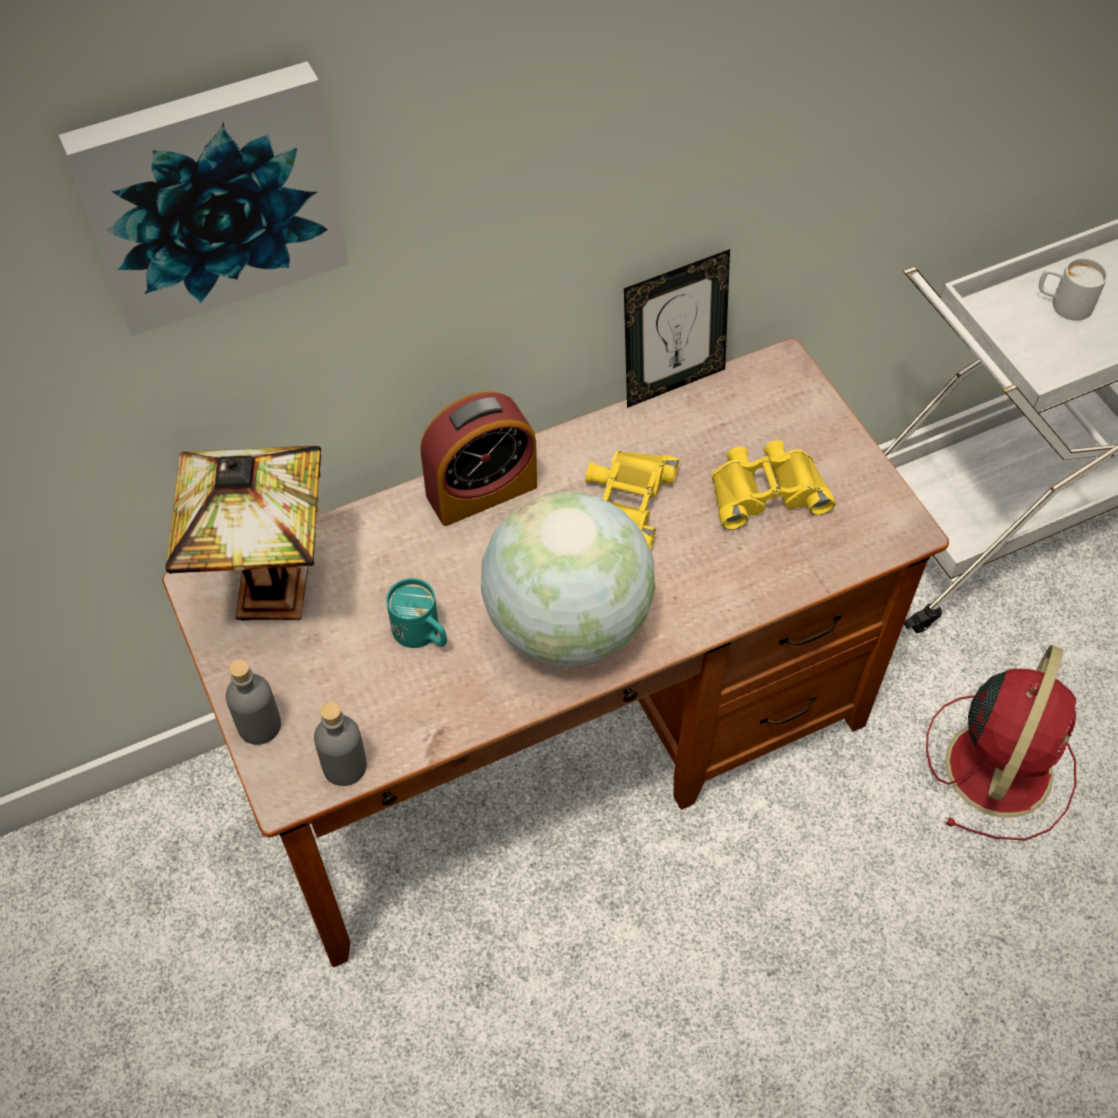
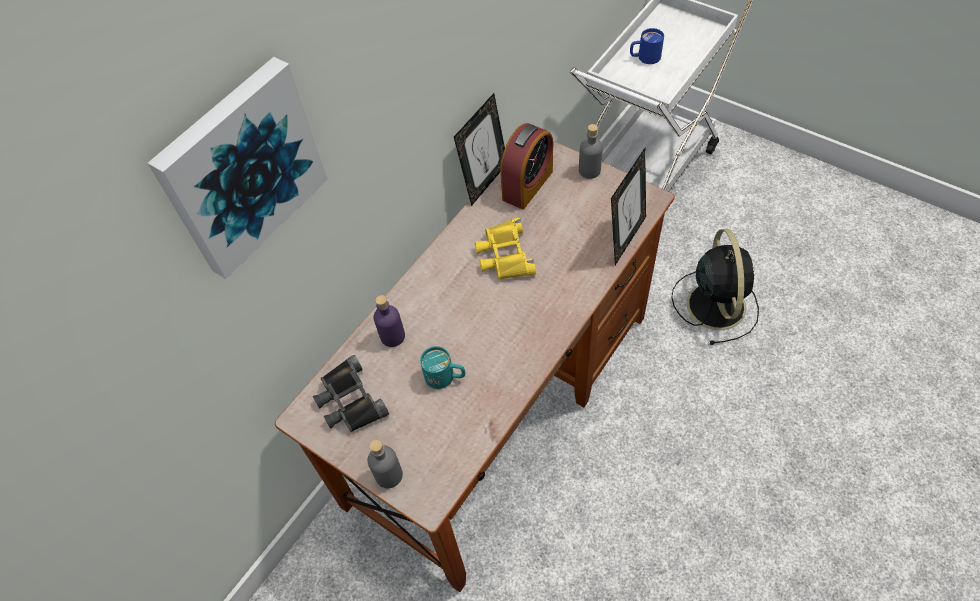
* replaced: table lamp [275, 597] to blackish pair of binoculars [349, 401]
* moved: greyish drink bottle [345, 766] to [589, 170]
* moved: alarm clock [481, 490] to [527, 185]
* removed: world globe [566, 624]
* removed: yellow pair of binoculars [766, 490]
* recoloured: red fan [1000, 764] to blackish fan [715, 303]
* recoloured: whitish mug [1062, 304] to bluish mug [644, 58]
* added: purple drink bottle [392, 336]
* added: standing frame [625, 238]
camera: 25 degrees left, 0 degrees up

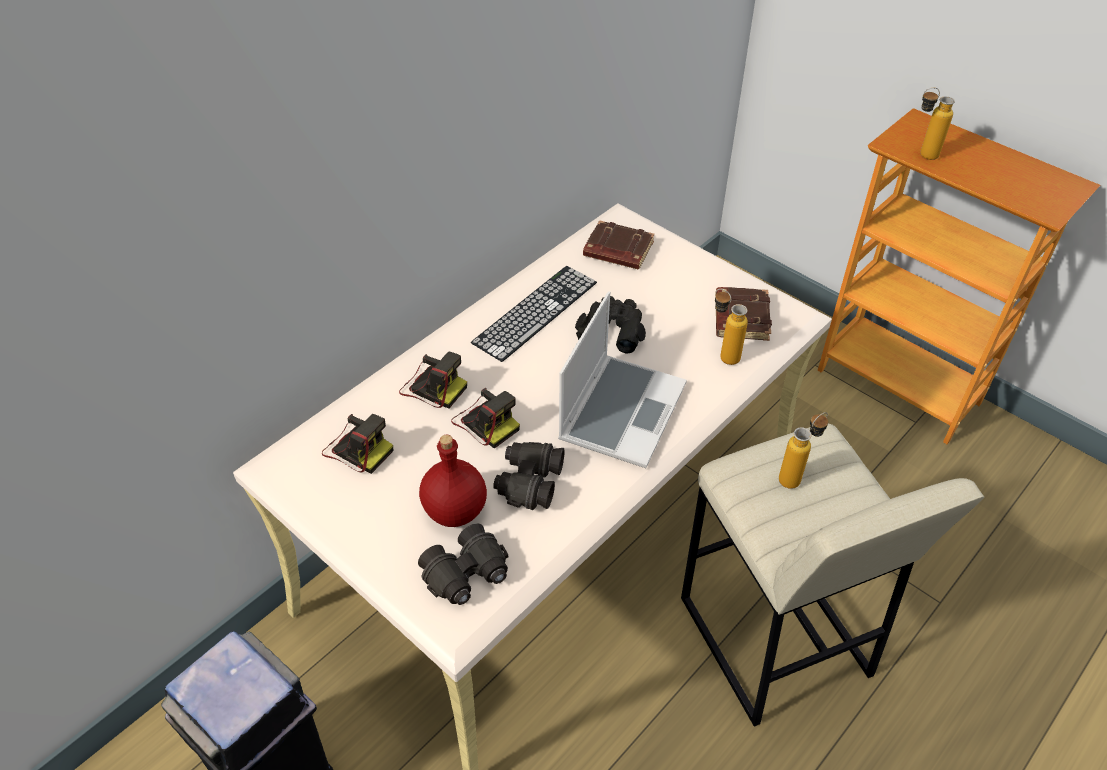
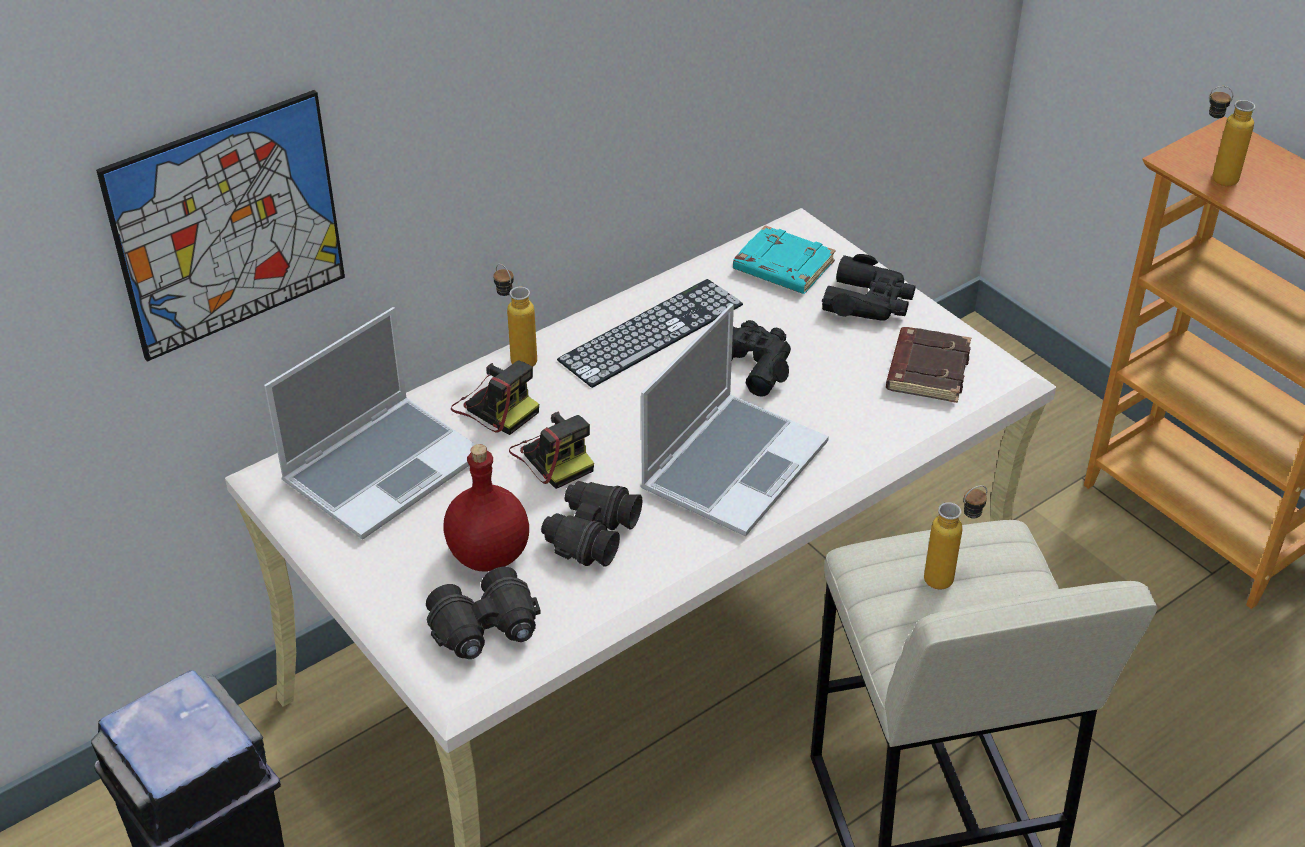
* replaced: still camera [358, 448] to laptop [383, 467]
* recoloured: brown bound book [617, 250] to turquoise bound book [781, 267]
* moved: drink bottle [722, 355] to [517, 356]
* added: wall art [228, 226]
* added: blackish pair of binoculars [869, 301]
camera: 10 degrees right, 5 degrees down

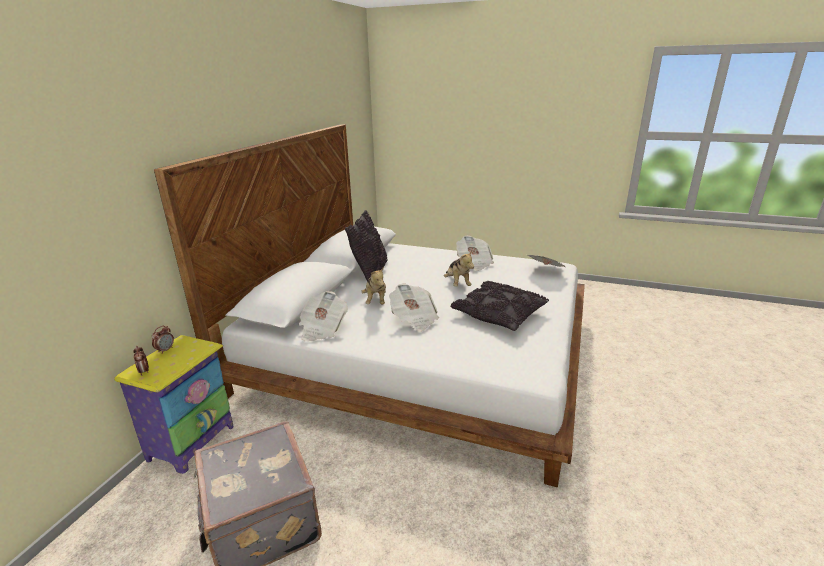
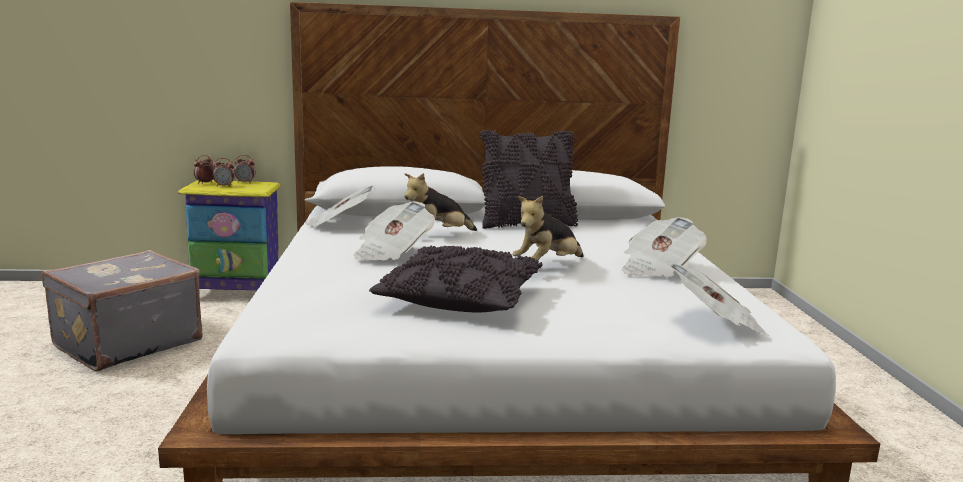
* added: alarm clock [224, 186]
camera: 65 degrees right, 10 degrees down

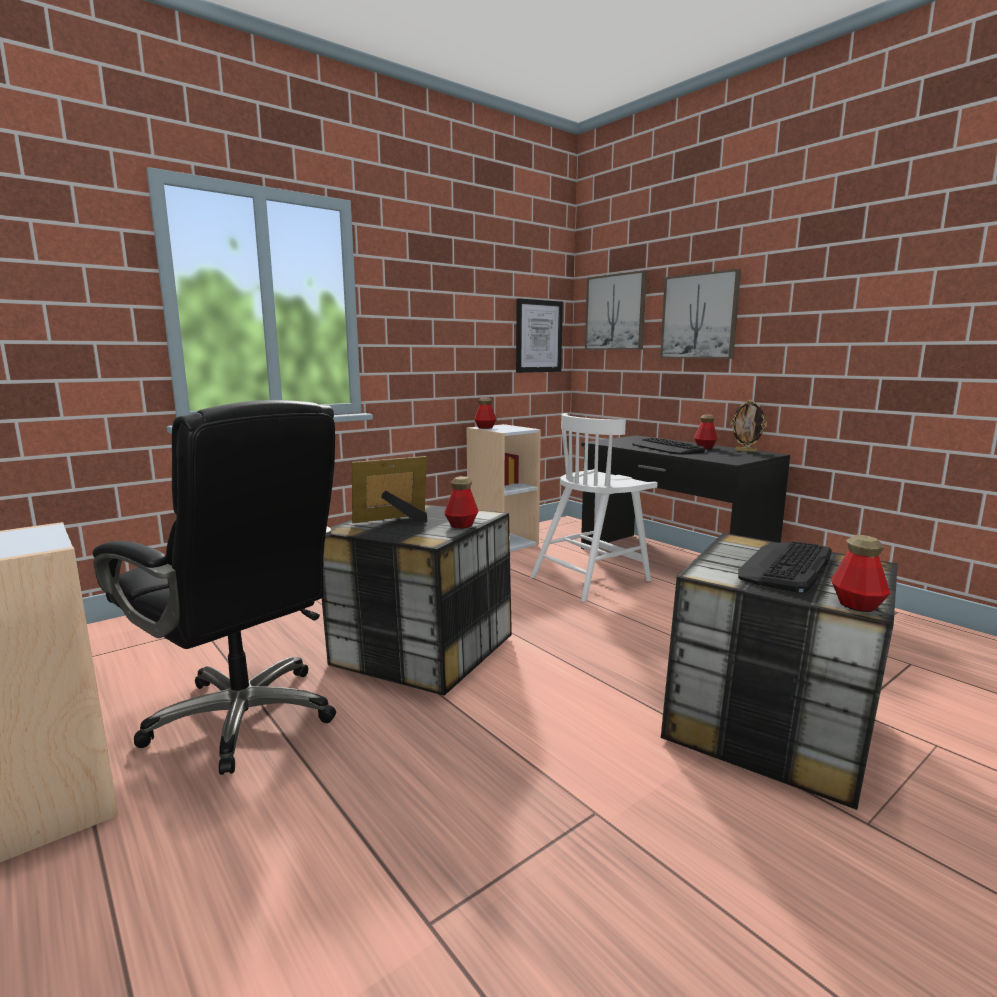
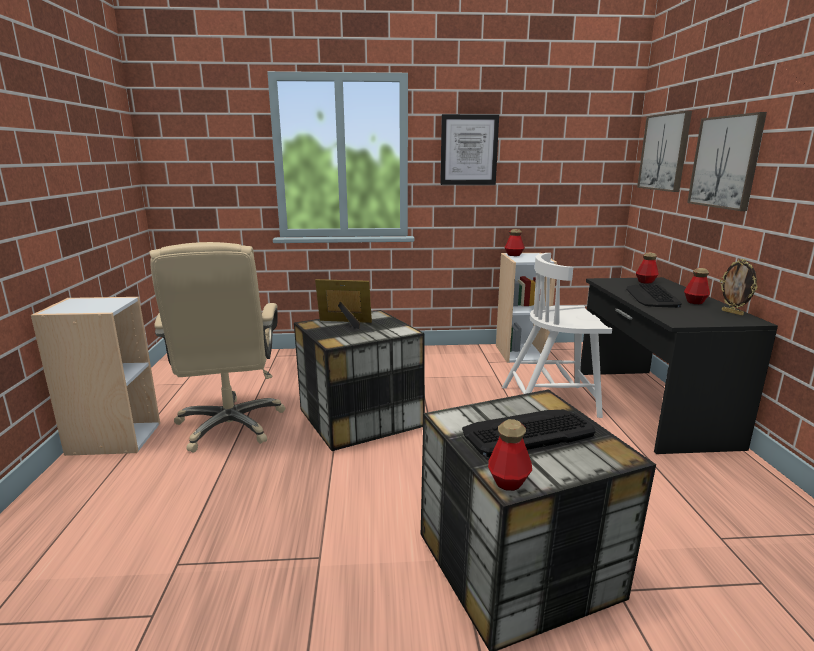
* recoloured: blackish office chair [240, 715] to beige office chair [230, 423]
* moved: drink bottle [461, 525] to [645, 282]
* moved: wall art [538, 336] to [469, 150]
camera: 35 degrees right, 5 degrees up

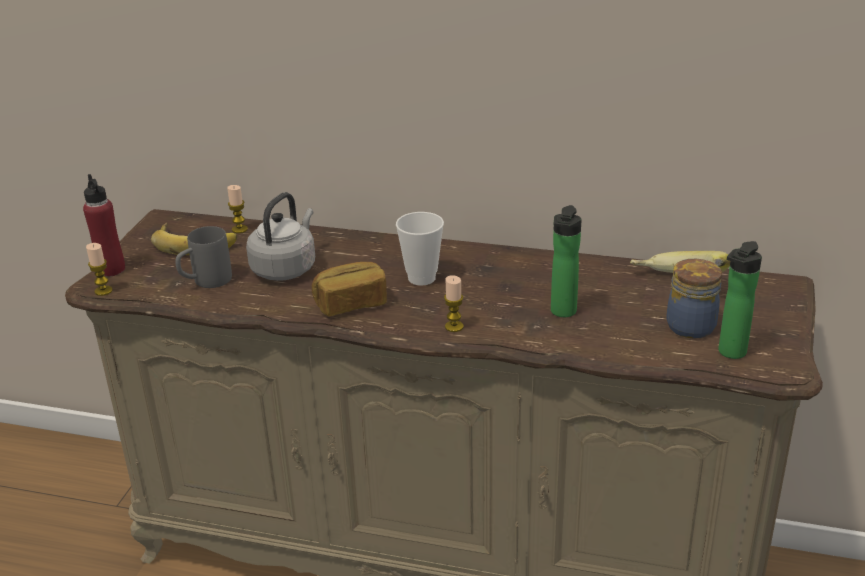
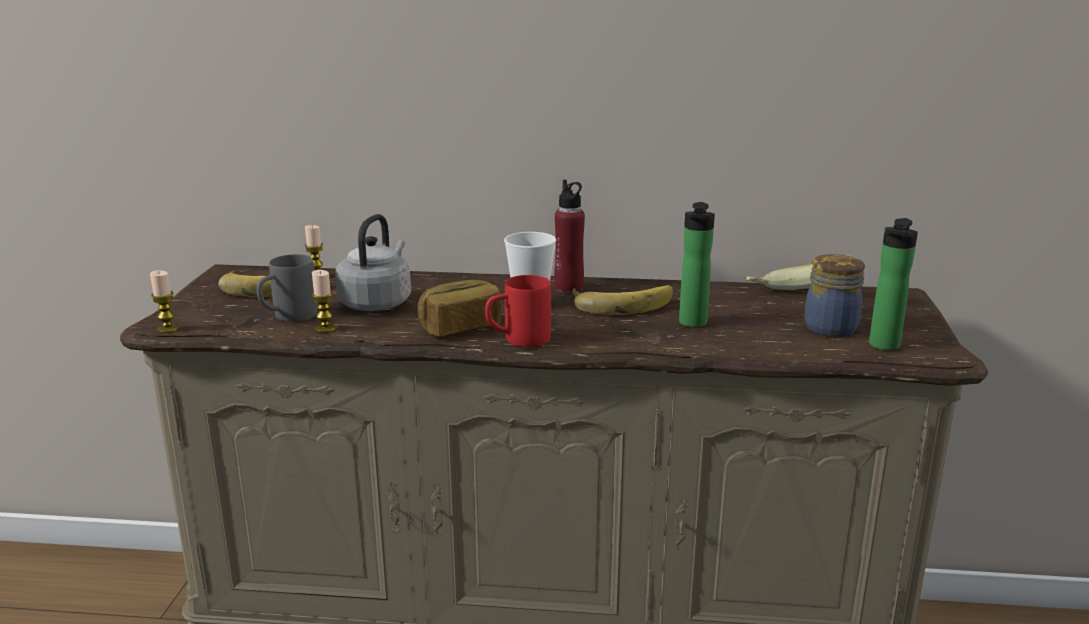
* moved: red drink bottle [111, 269] to [569, 287]
* moved: wax candle [454, 327] to [325, 329]
* added: red mug [518, 340]
* added: whole banana [621, 303]
camera: 10 degrees left, 10 degrees down

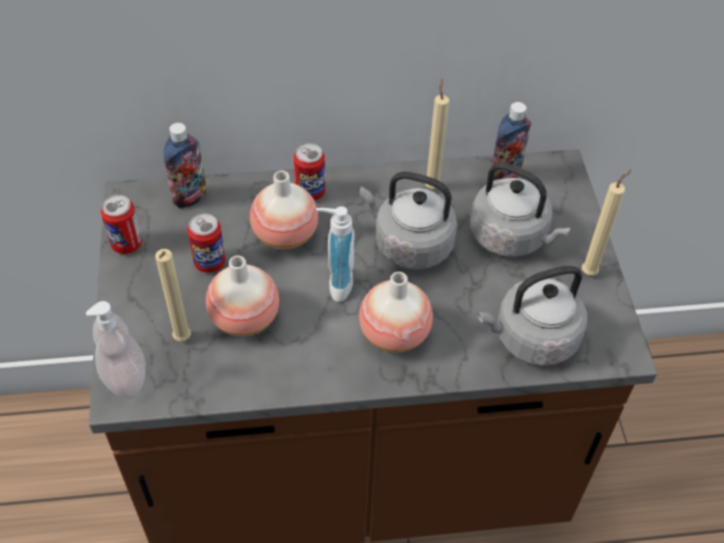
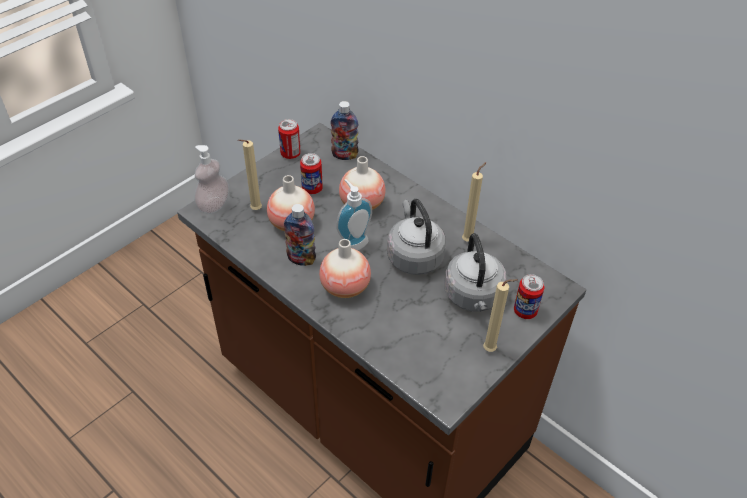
* moved: sealed can [310, 192] to [525, 311]
* removed: greyish water kettle [531, 339]
* moved: drink bottle [505, 176] to [301, 259]
camera: 50 degrees right, 5 degrees down

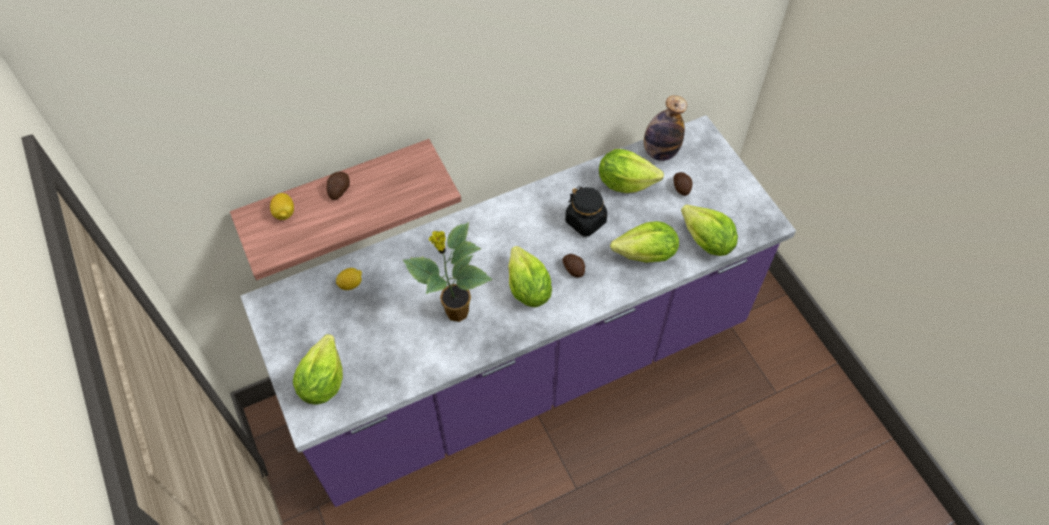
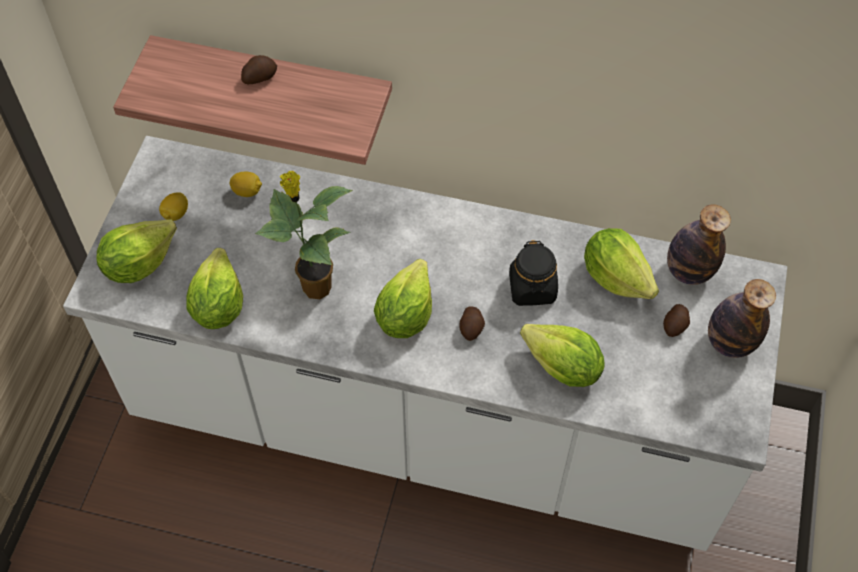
* recoloured: purple kitchen base unit [524, 366] to whitish kitchen base unit [429, 420]
* moved: lemon [284, 213] to [176, 214]
* moved: head of lettuce [706, 242] to [218, 305]
* added: drink bottle [730, 342]
camera: 40 degrees right, 0 degrees up

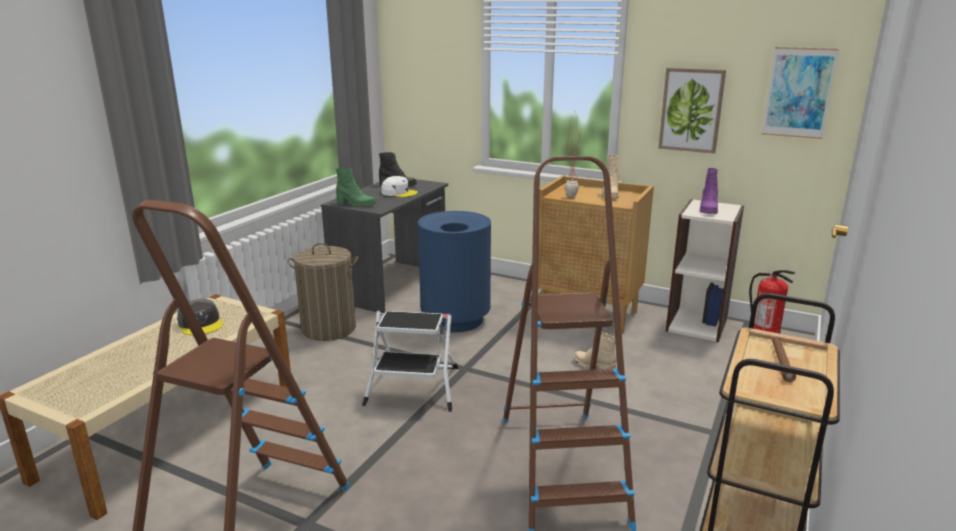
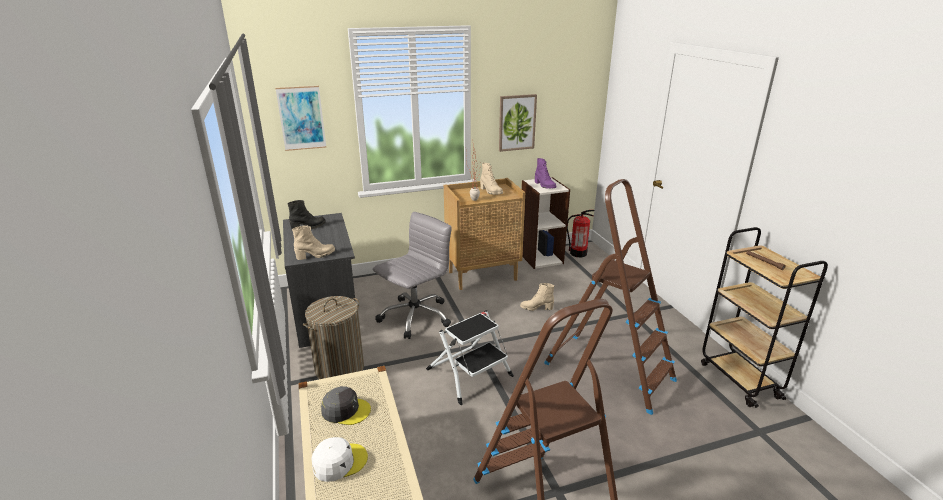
* recoloured: greenish tall boot [356, 204] to beige tall boot [316, 255]
* moved: whitish cap [399, 193] to [339, 462]
* replaced: bluish waste bin [456, 319] to greyish office chair [415, 316]
* moved: wall art [798, 93] to [301, 118]
camera: 45 degrees left, 5 degrees up

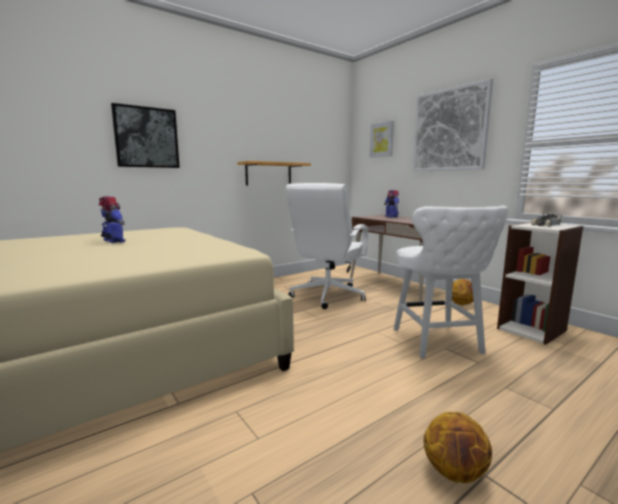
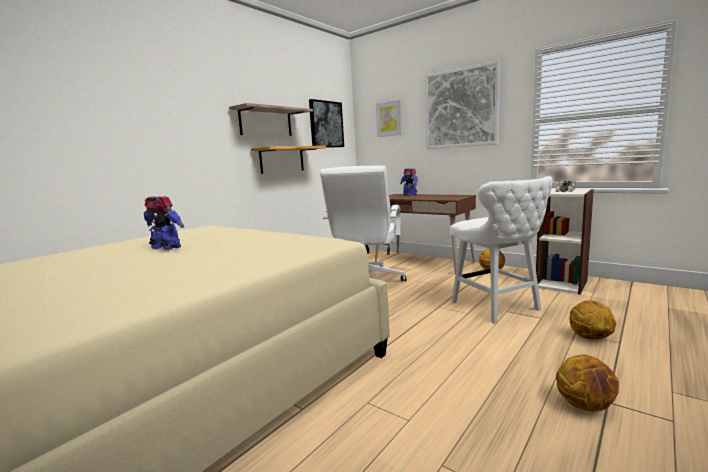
* moved: wall art [146, 137] to [326, 124]
* added: shelf [266, 122]
* added: basketball [589, 337]
camera: 15 degrees left, 0 degrees up

